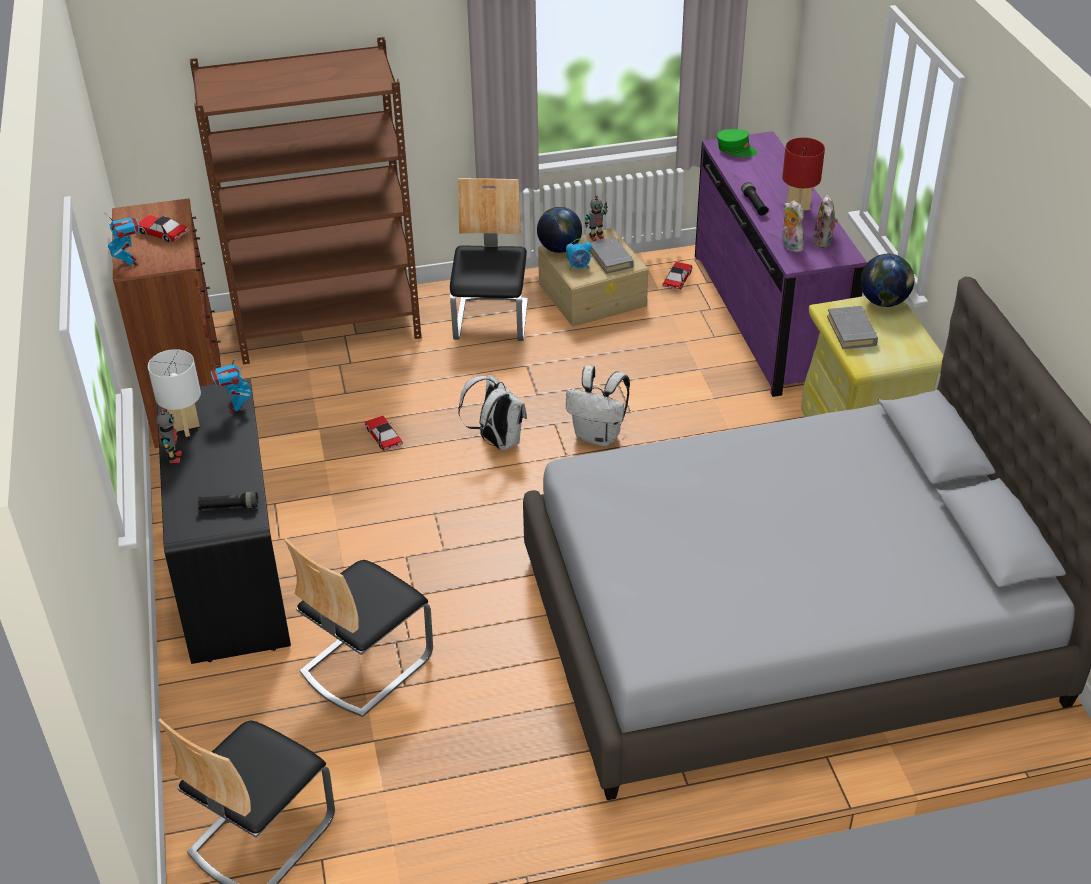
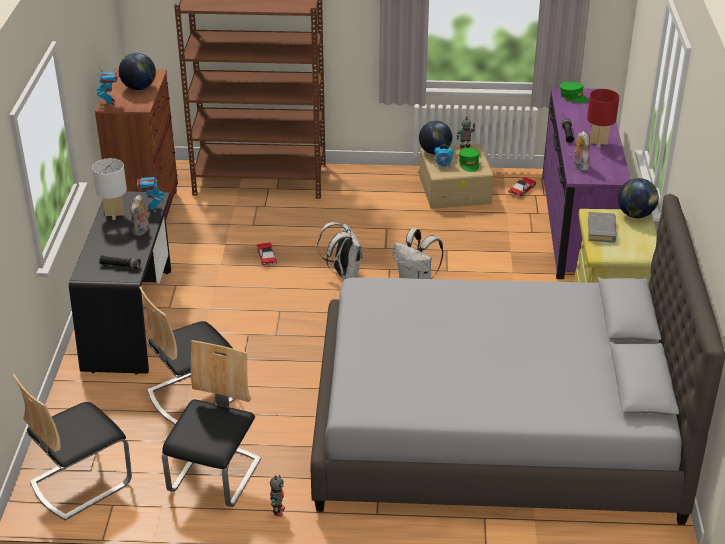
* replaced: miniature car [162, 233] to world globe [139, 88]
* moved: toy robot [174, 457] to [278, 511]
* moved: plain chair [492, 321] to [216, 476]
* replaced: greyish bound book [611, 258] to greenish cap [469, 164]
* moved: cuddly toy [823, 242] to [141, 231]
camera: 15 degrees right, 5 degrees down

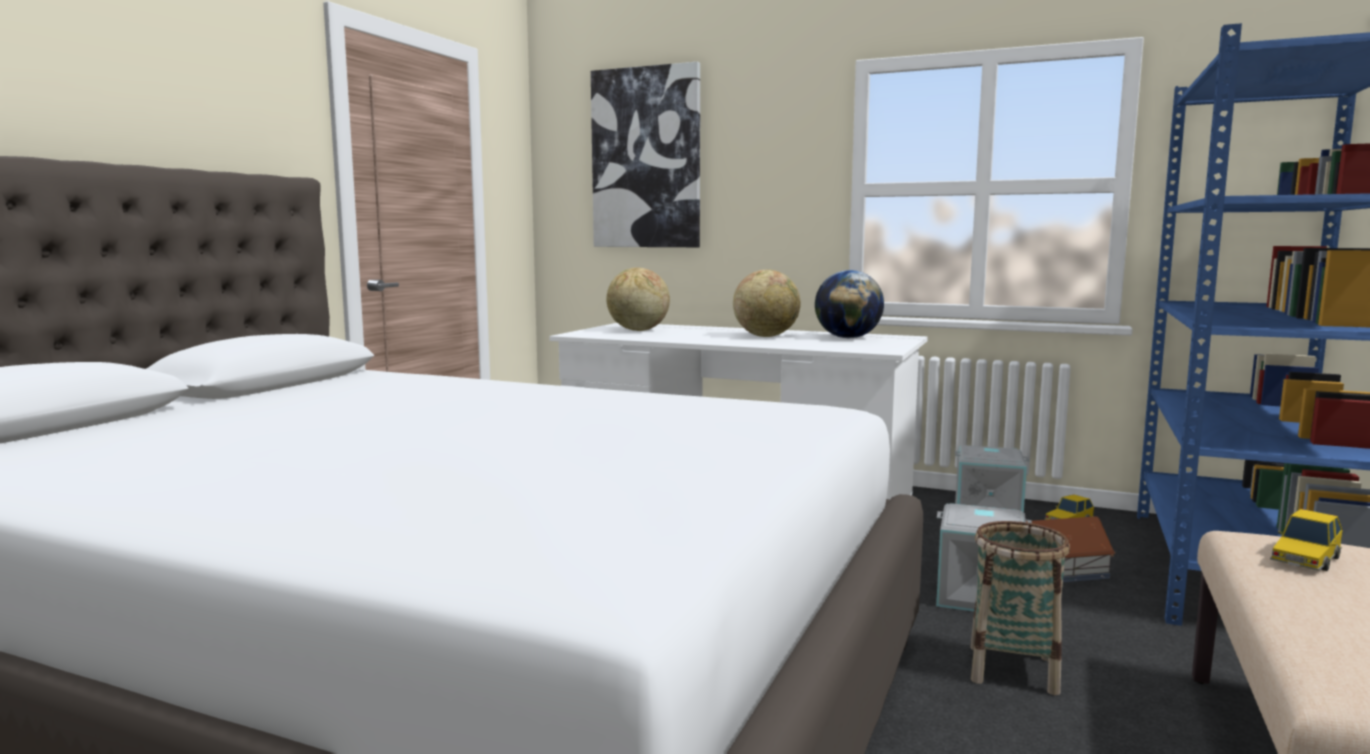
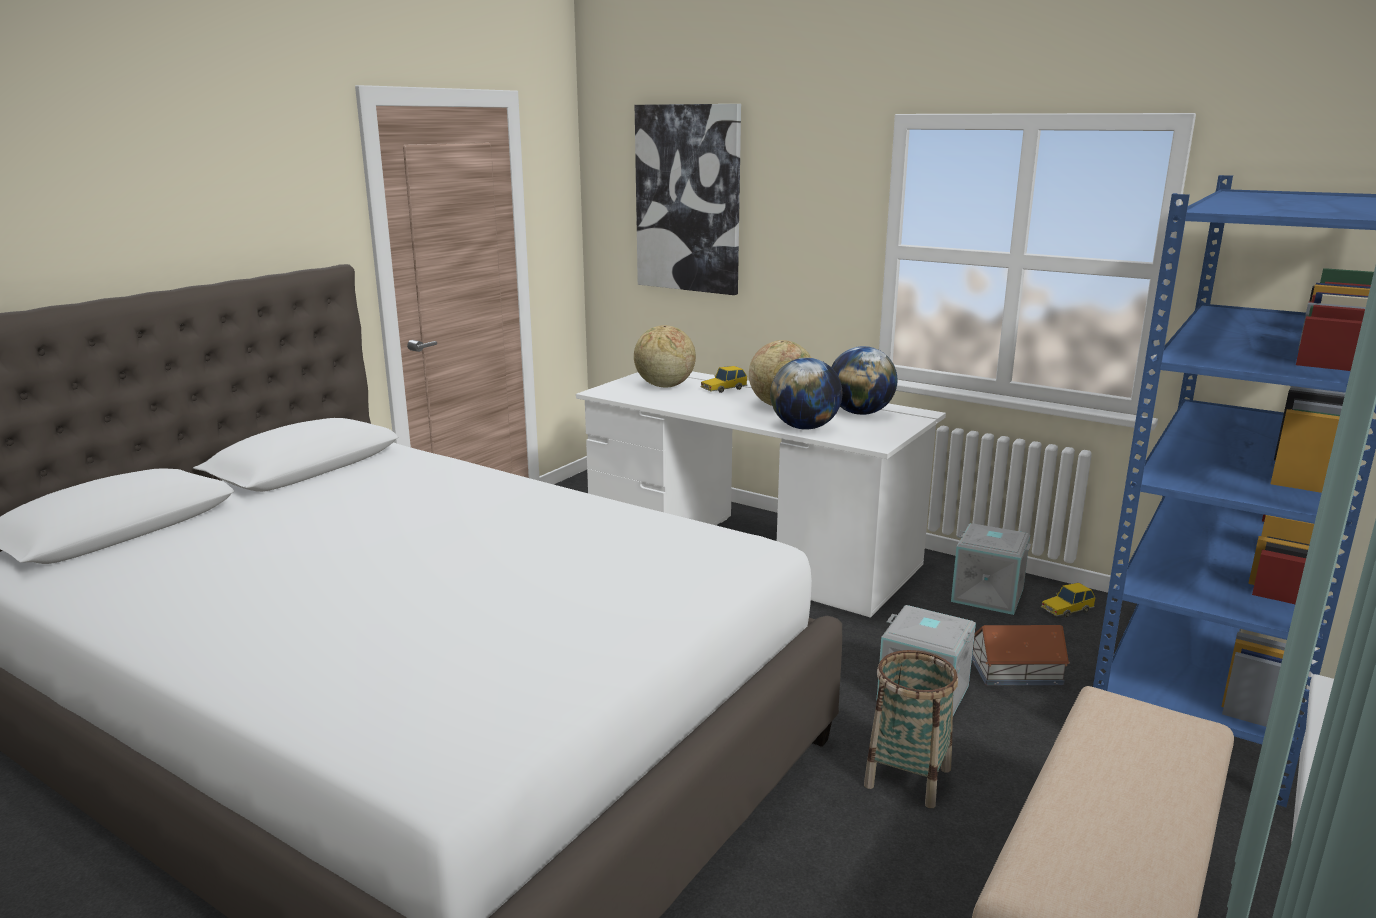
* moved: miniature car [1305, 559] to [723, 388]
* added: world globe [804, 427]
camera: 10 degrees right, 10 degrees up

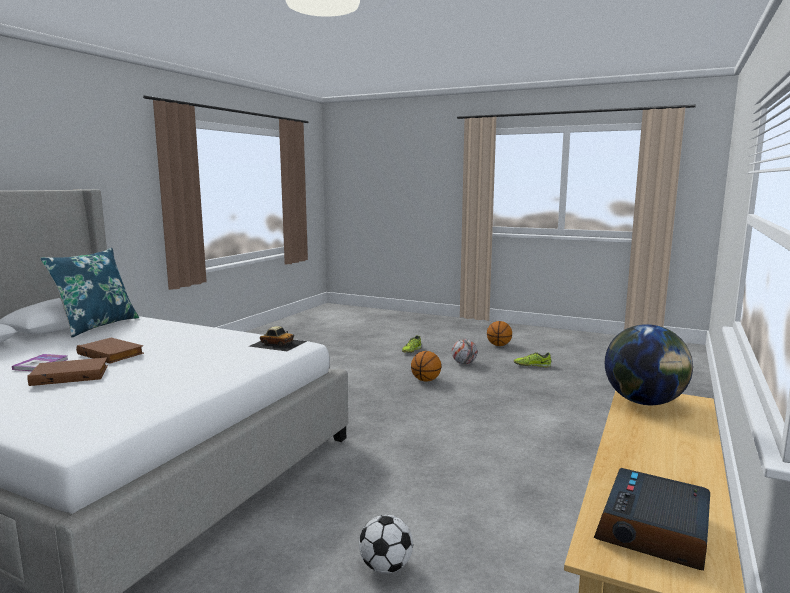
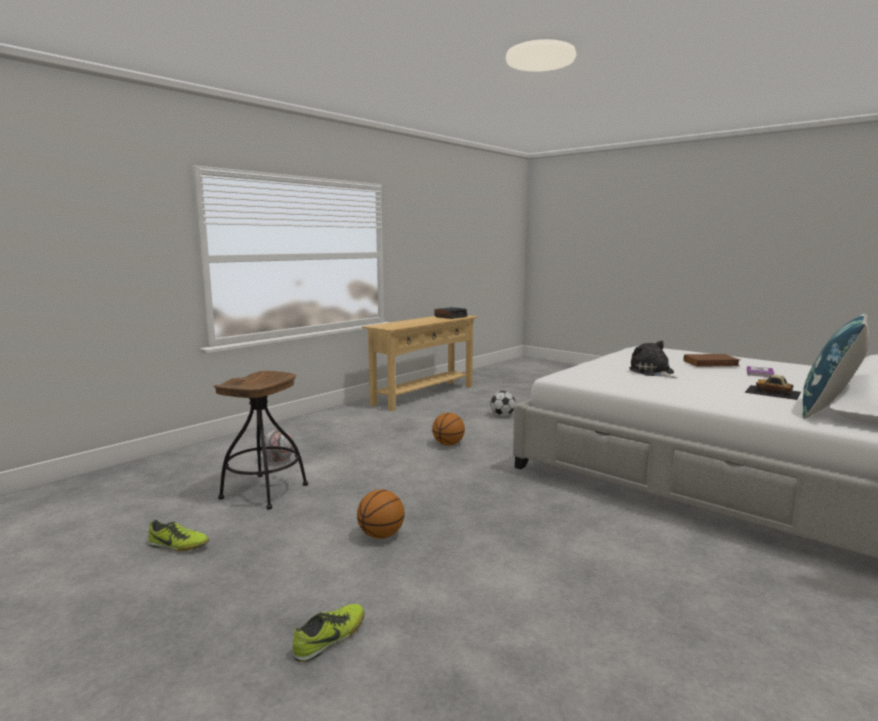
* removed: brown bound book [112, 353]
* moved: miniature car [278, 343] to [773, 392]
* moved: ball for football [464, 363] to [278, 460]
* moved: basketball [499, 345] to [448, 444]
* removed: world globe [644, 402]
* added: brown sitting stool [264, 491]
* added: cuddly toy [652, 372]
camera: 165 degrees left, 0 degrees up

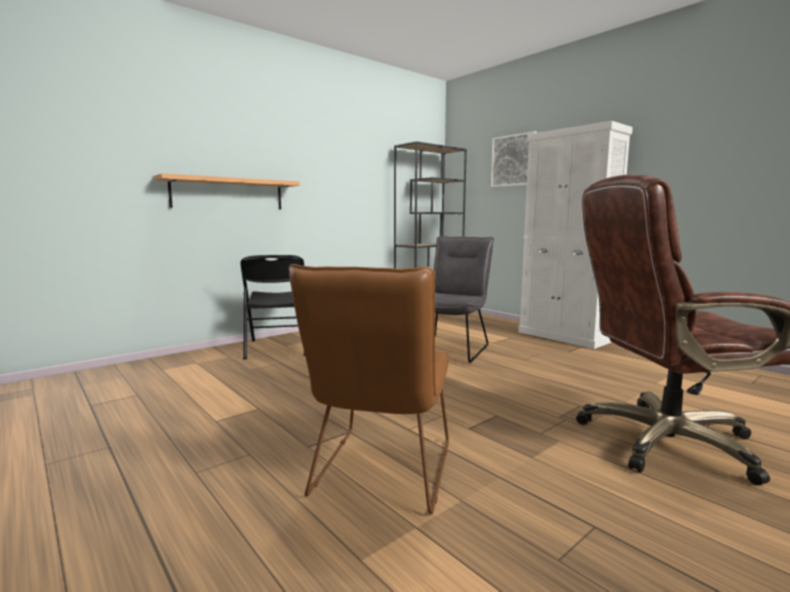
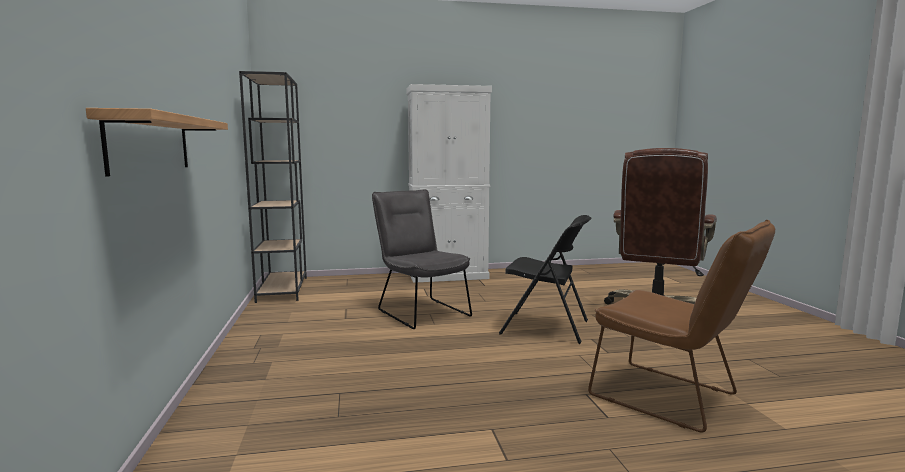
* moved: blackish plain chair [277, 348] to [545, 327]
* removed: wall art [513, 160]
camera: 60 degrees left, 0 degrees up

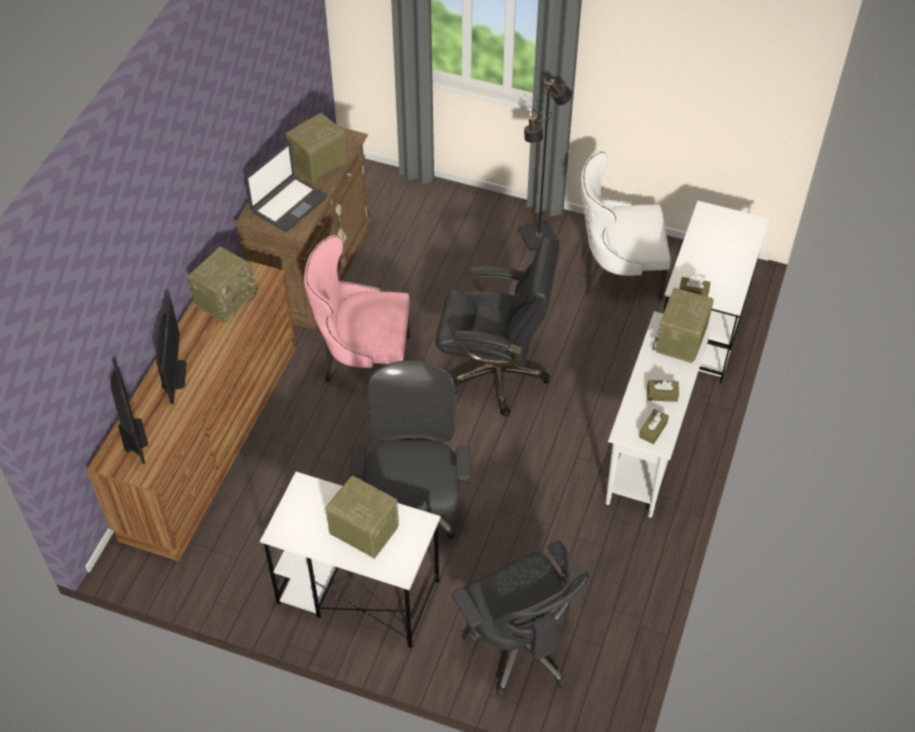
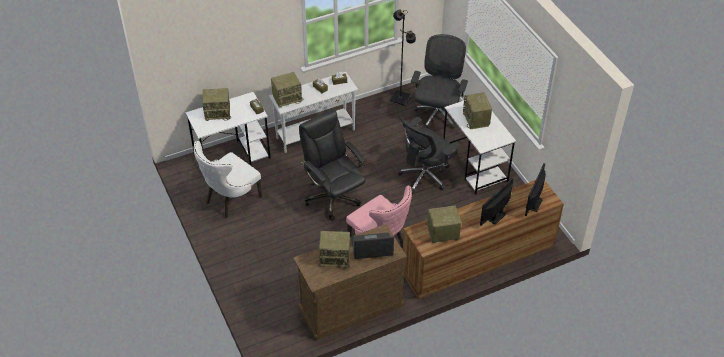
* moved: blackish standing lamp [538, 236] to [400, 98]
* turned: whitish plain chair [617, 275] = [230, 199] 90 degrees clockwise
* added: radio receiver [218, 112]
camera: 135 degrees left, 5 degrees down

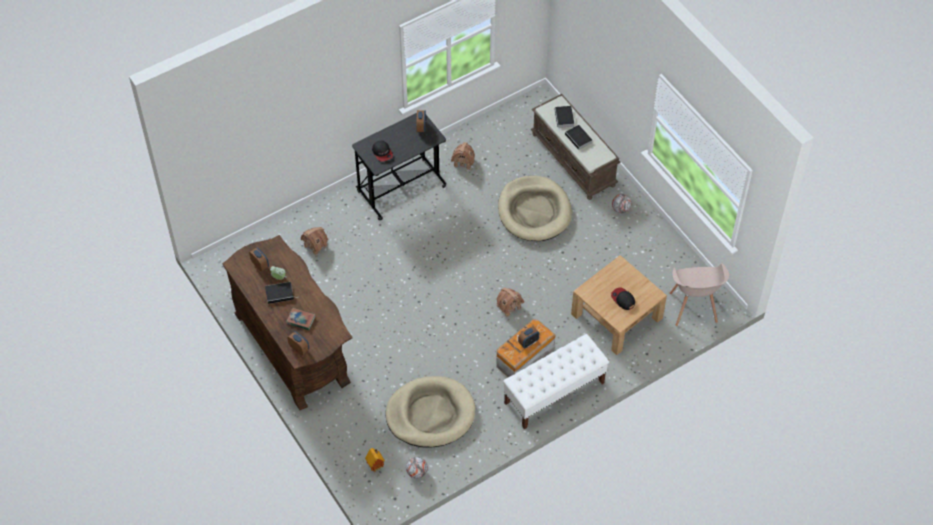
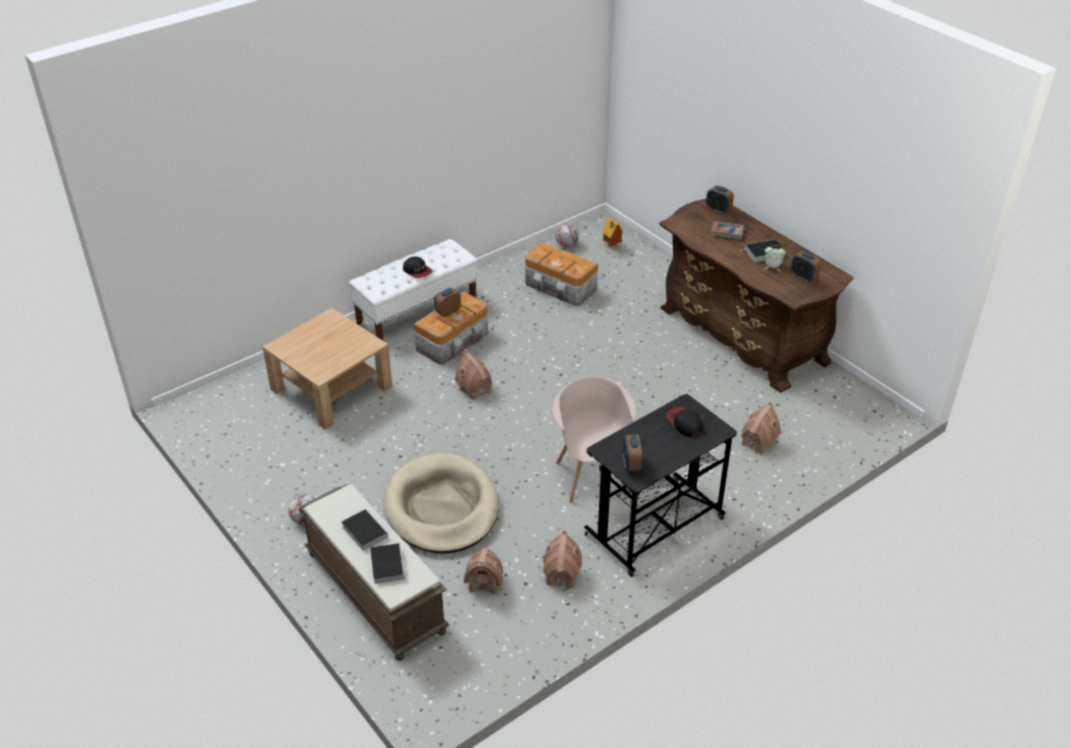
* replaced: beige pet bed [430, 414] to storage box [560, 287]
* moved: cap [623, 299] to [417, 271]
* moved: beige plain chair [693, 308] to [592, 477]
* added: miniature house [485, 582]
camera: 175 degrees right, 15 degrees down

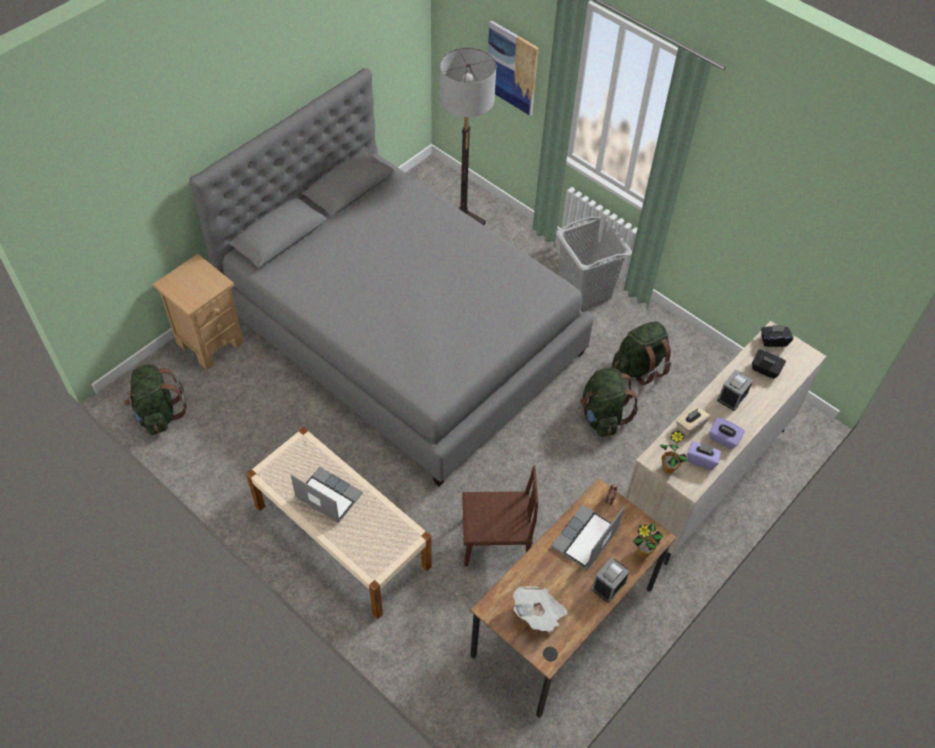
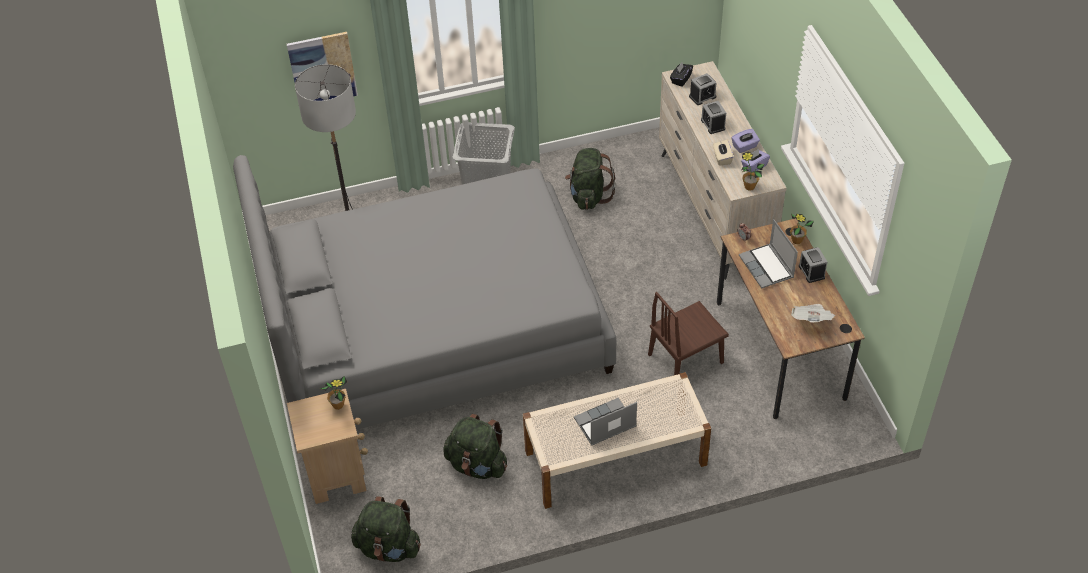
* turned: brown plain chair [495, 541] = [685, 358] 150 degrees counterclockwise
* moved: greenish rucksack [602, 416] to [477, 465]
* replaced: blackish tissue box [765, 370] to alarm clock [702, 96]
* added: plant in a pot [338, 405]
camera: 55 degrees left, 5 degrees down

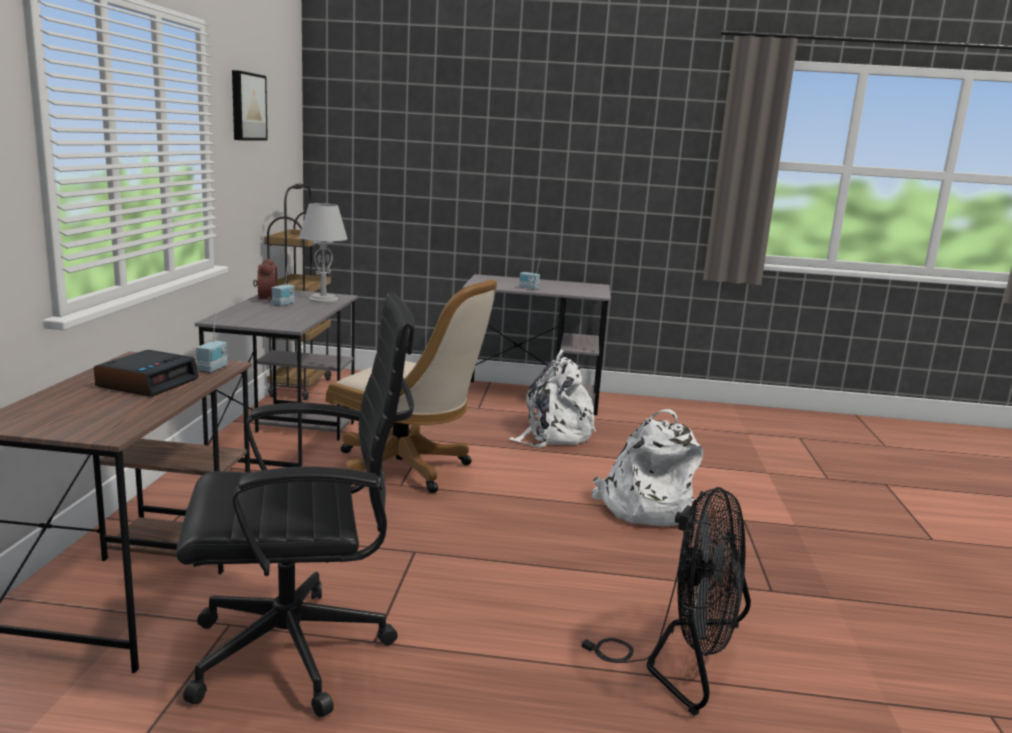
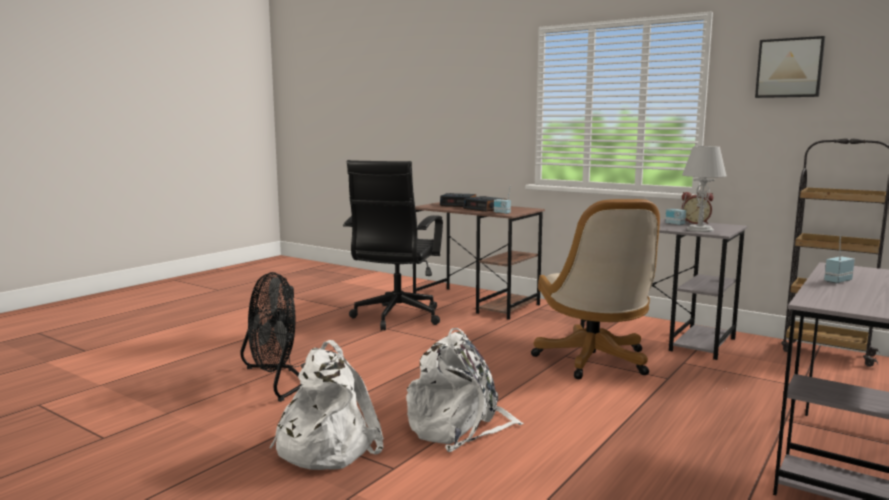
* turned: office chair [410, 469] = [595, 362] 60 degrees counterclockwise
* moved: whitish rucksack [553, 434] to [325, 447]
* added: alarm clock [458, 204]
camera: 120 degrees right, 5 degrees down

